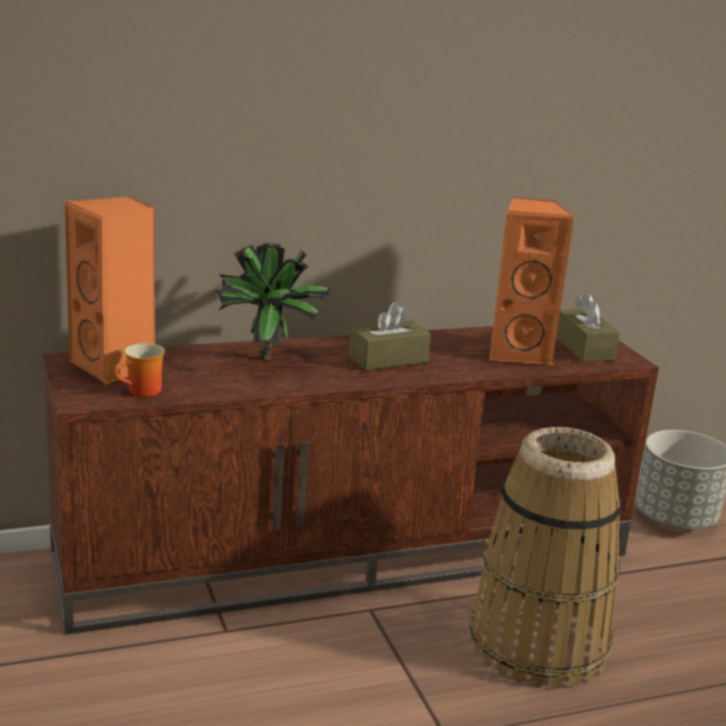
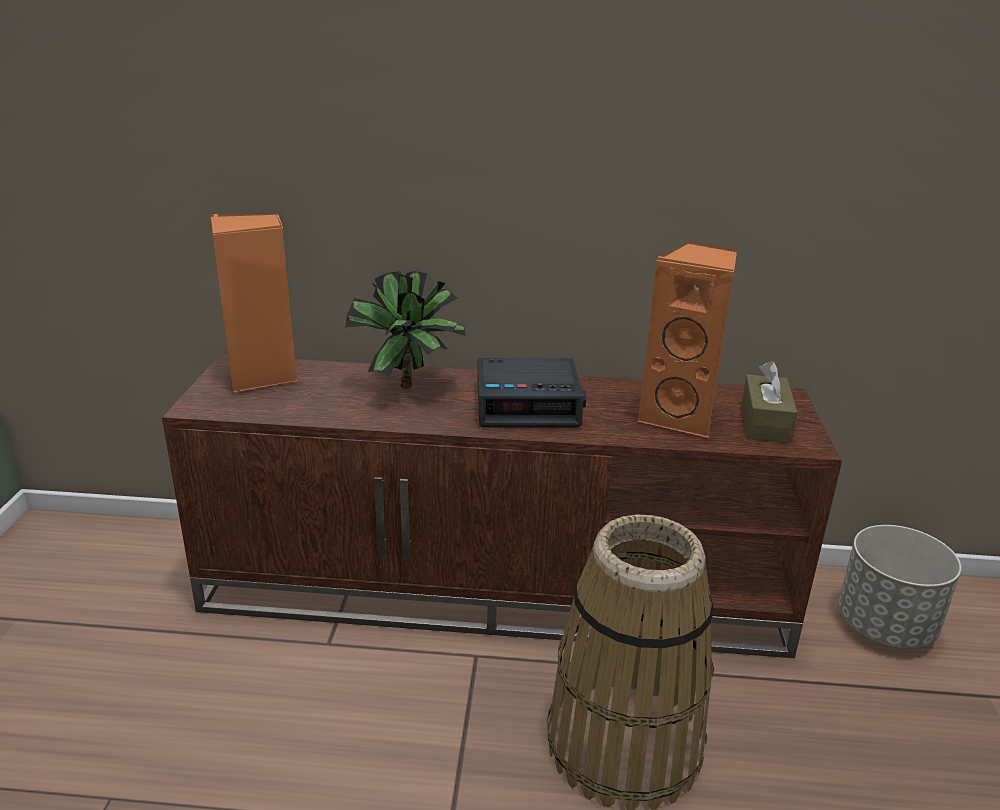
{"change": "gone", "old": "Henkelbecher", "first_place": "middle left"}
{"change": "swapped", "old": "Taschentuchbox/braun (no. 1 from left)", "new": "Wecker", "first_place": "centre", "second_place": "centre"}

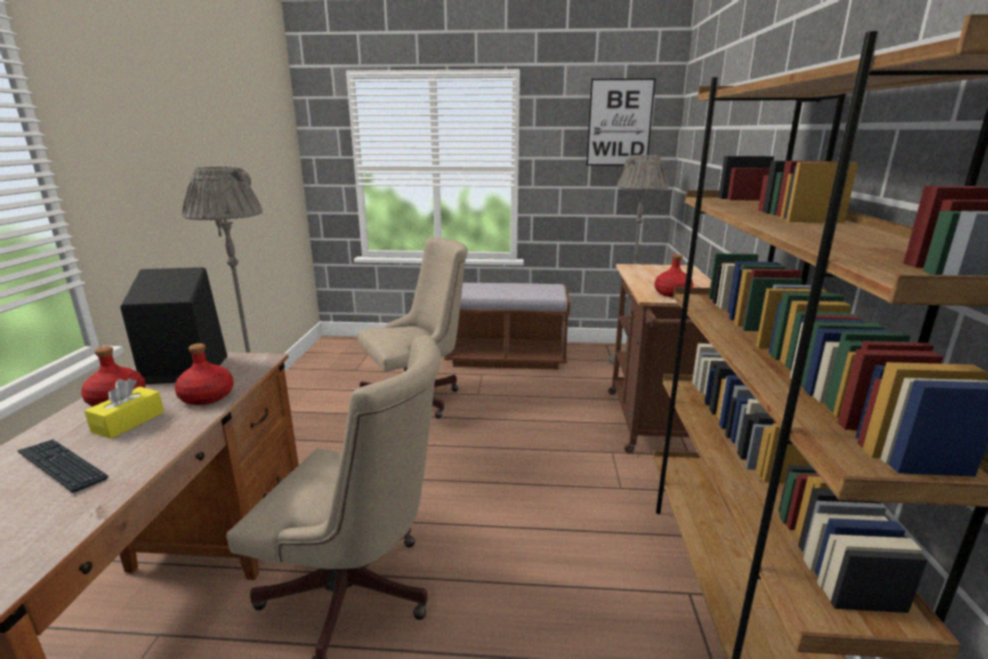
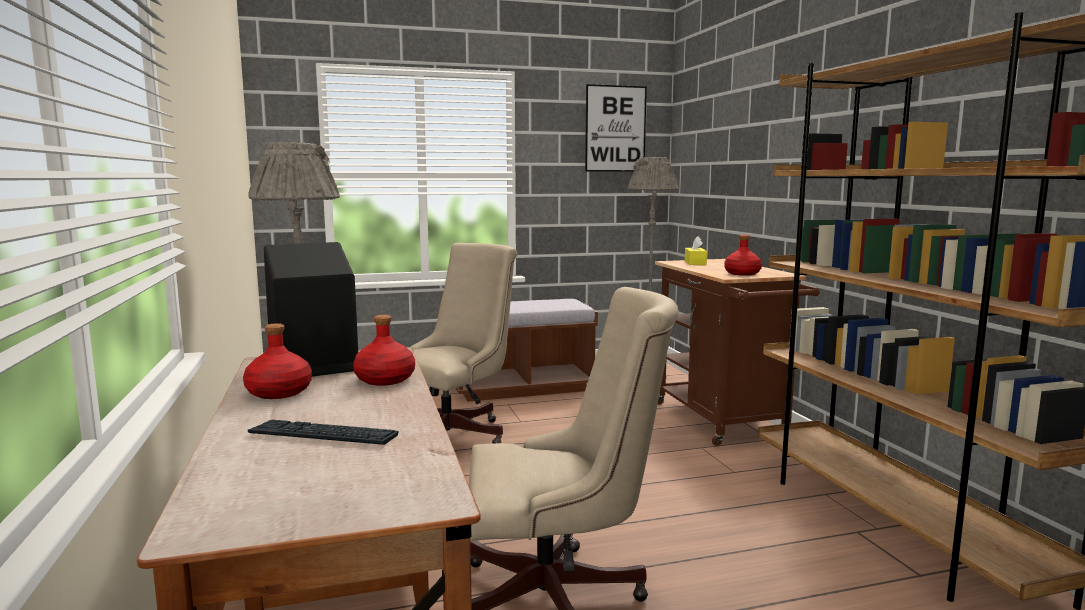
{"change": "shifted", "old": "Taschentuchbox/gelb", "first_place": "middle left", "second_place": "centre"}

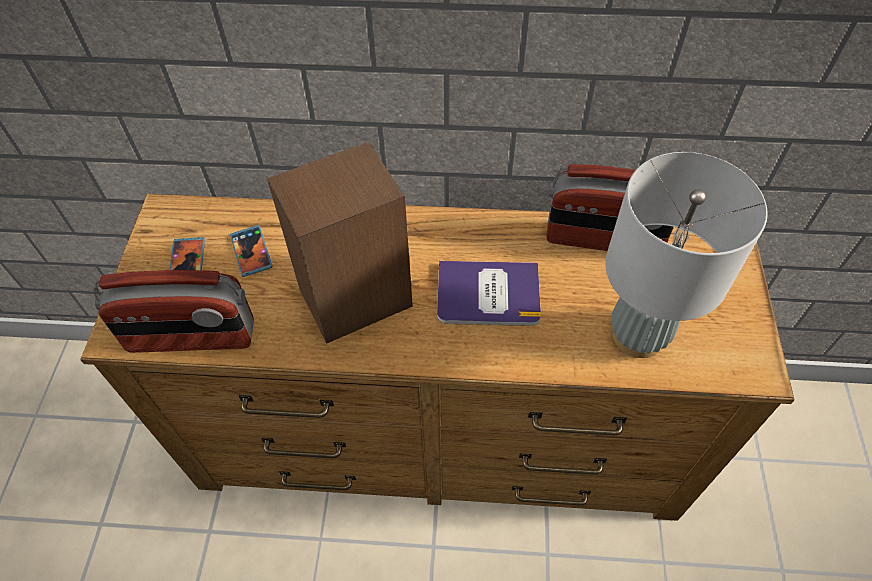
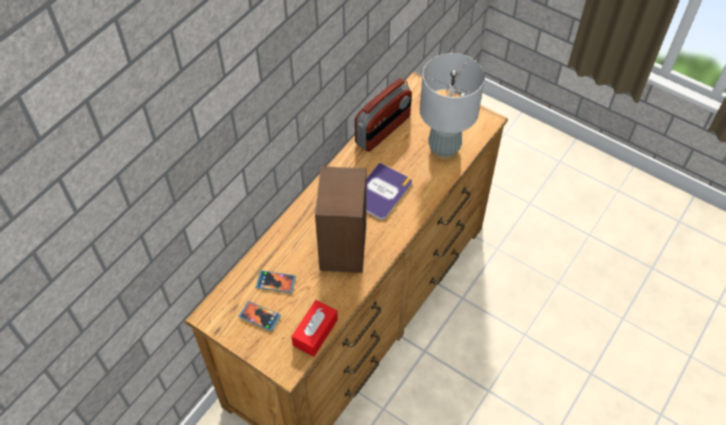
{"change": "swapped", "old": "Radio (no. 1 from left)", "new": "Taschentuchbox/rot", "first_place": "middle left", "second_place": "bottom centre"}

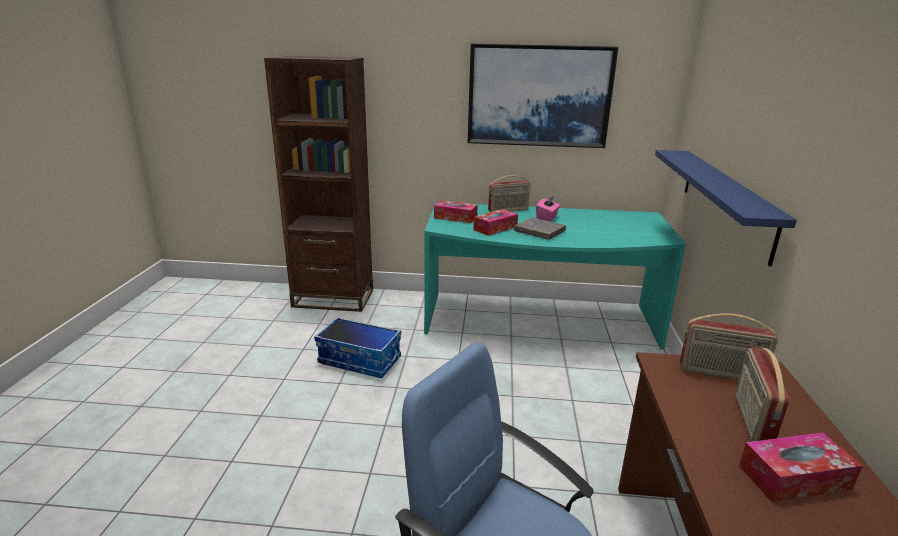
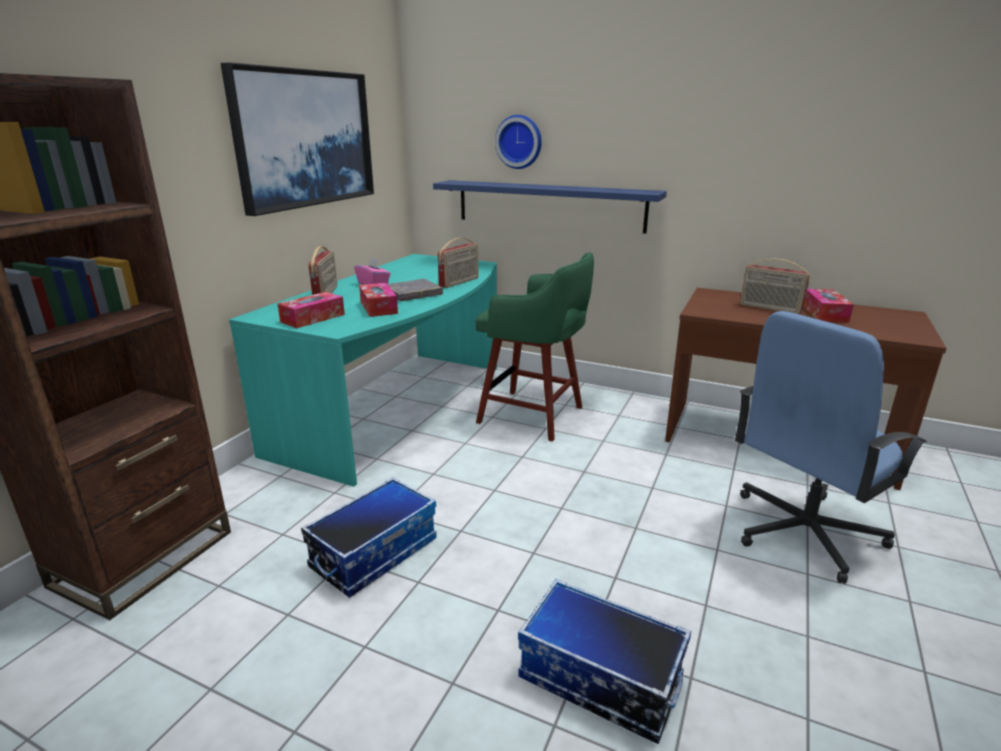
{"change": "shifted", "old": "Radio (no. 2 from left)", "first_place": "middle right", "second_place": "centre"}
{"change": "new", "new": "Hocker/grün", "second_place": "centre"}
{"change": "new", "new": "Wanduhr", "second_place": "top centre"}
{"change": "new", "new": "Aufbewahrungsbox (no. 2 from left)", "second_place": "bottom centre"}

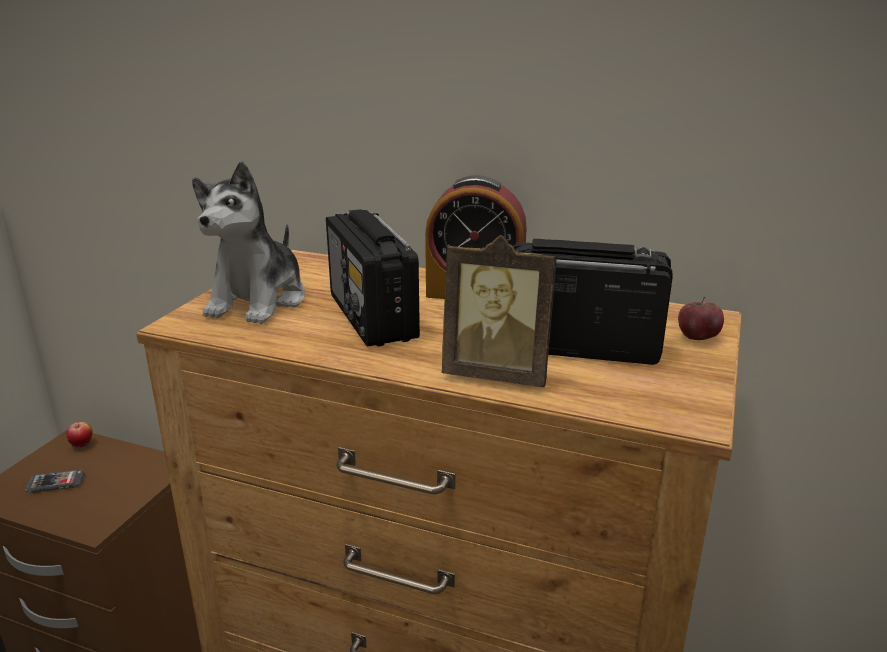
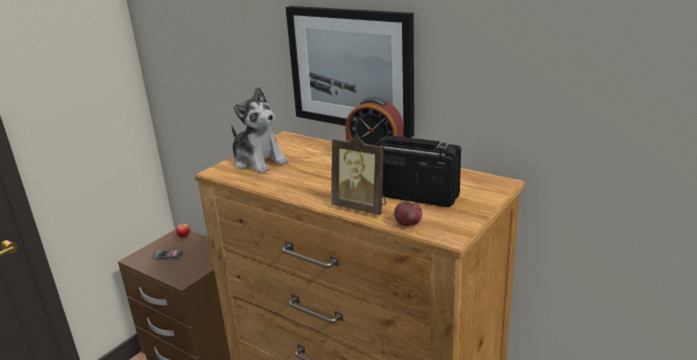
{"change": "rotated", "old": "Plüschtier", "first_place": "middle left", "second_place": "centre", "degrees": -75}
{"change": "gone", "old": "Radio (no. 1 from left)", "first_place": "centre"}
{"change": "shifted", "old": "Apfel (no. 2 from left)", "first_place": "middle right", "second_place": "centre"}
{"change": "new", "new": "Bild", "second_place": "top centre"}

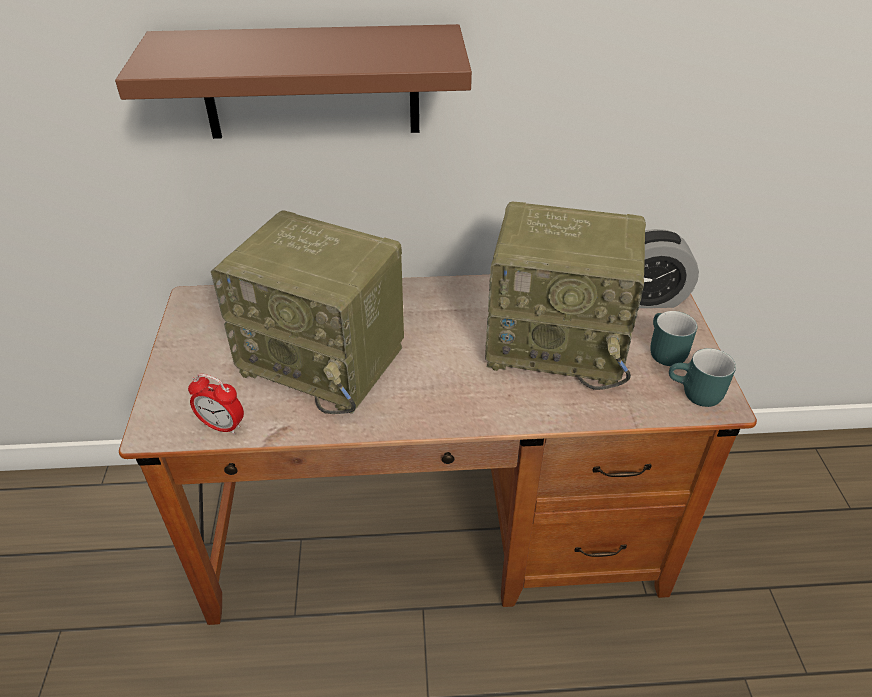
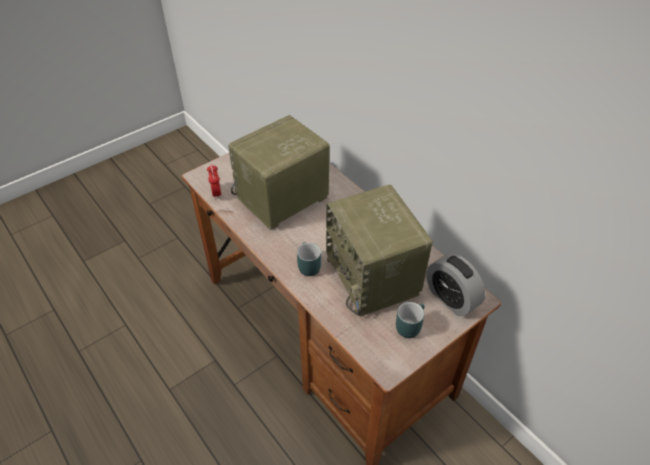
{"change": "gone", "old": "Wandregal/braun", "first_place": "top centre"}
{"change": "rotated", "old": "Radio (no. 1 from left)", "first_place": "centre", "second_place": "centre", "degrees": 60}
{"change": "shifted", "old": "Henkelbecher/türkis (no. 2 from left in the first image)", "new": "Henkelbecher/türkis (no. 1 from left)", "first_place": "middle right", "second_place": "centre"}

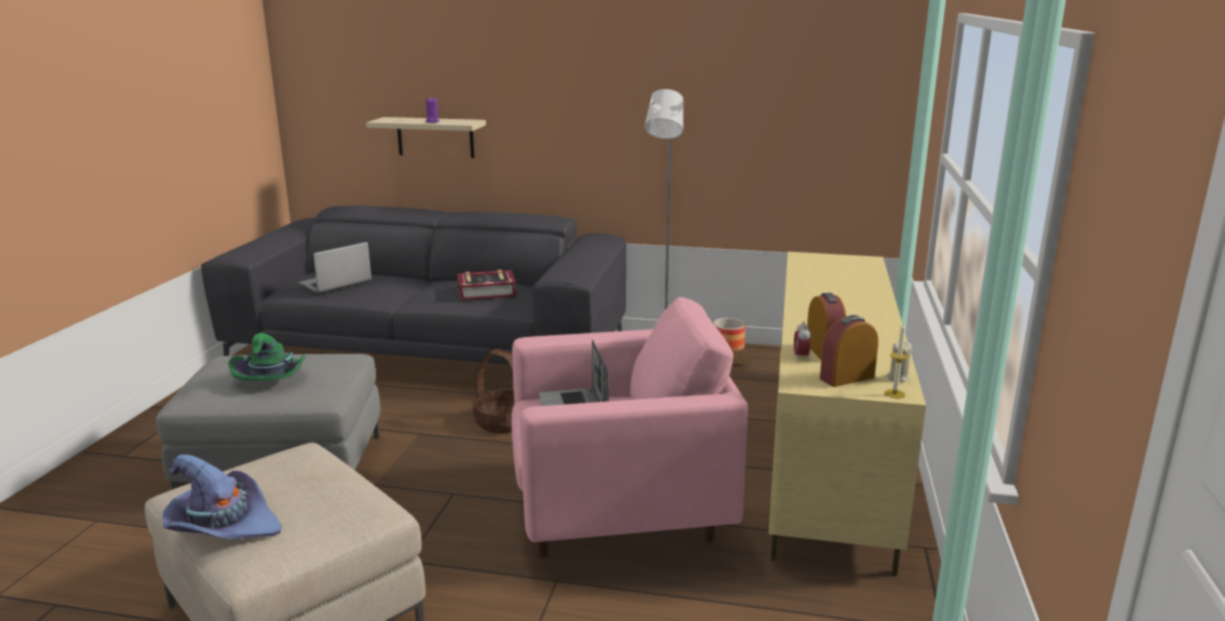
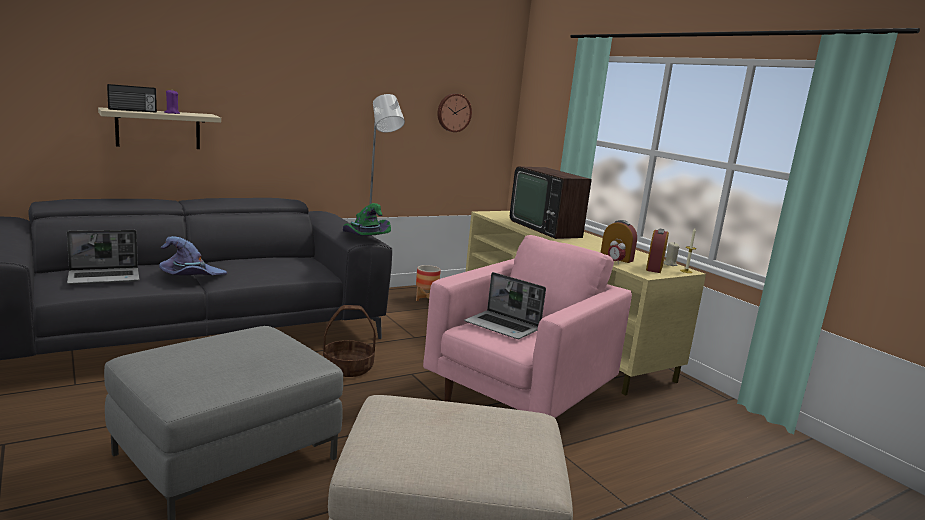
{"change": "shifted", "old": "Hut/lila", "first_place": "bottom left", "second_place": "middle left"}
{"change": "shifted", "old": "Hut/grün", "first_place": "middle left", "second_place": "centre"}
{"change": "rotated", "old": "Laptop (no. 1 from left)", "first_place": "middle left", "second_place": "middle left", "degrees": -120}
{"change": "gone", "old": "Buch", "first_place": "centre"}
{"change": "new", "new": "Radio", "second_place": "top left"}
{"change": "new", "new": "Wanduhr", "second_place": "top centre"}
{"change": "new", "new": "Fernseher", "second_place": "centre"}

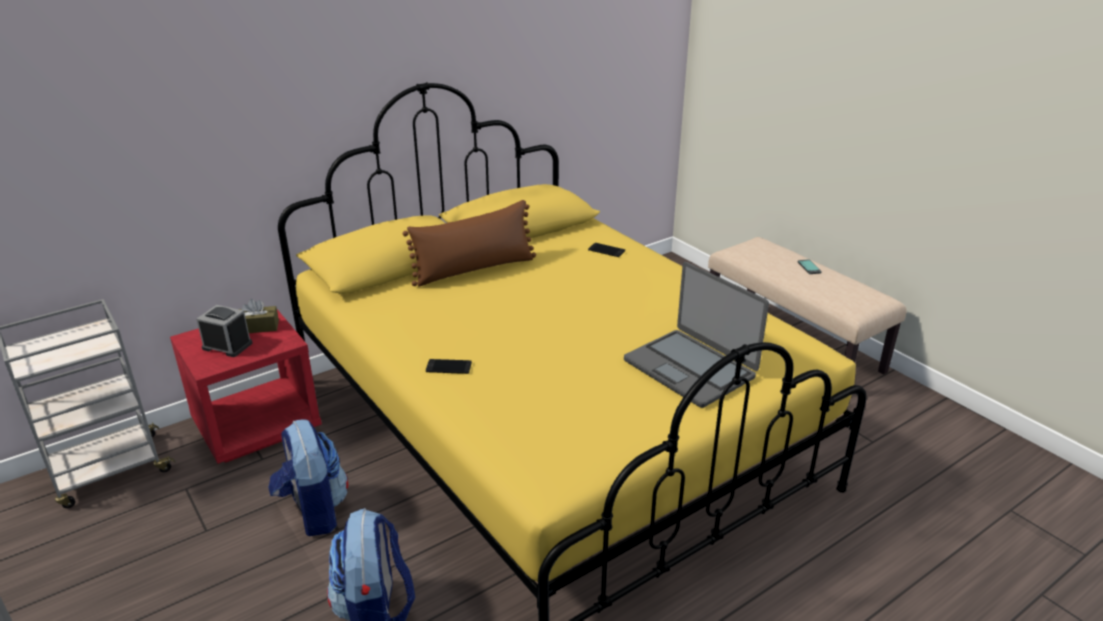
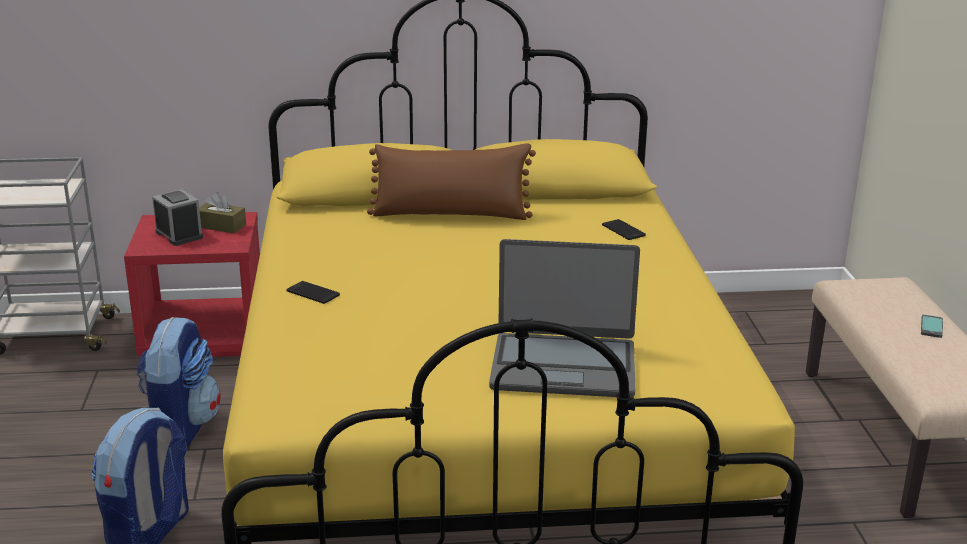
{"change": "rotated", "old": "Laptop", "first_place": "centre", "second_place": "centre", "degrees": -75}

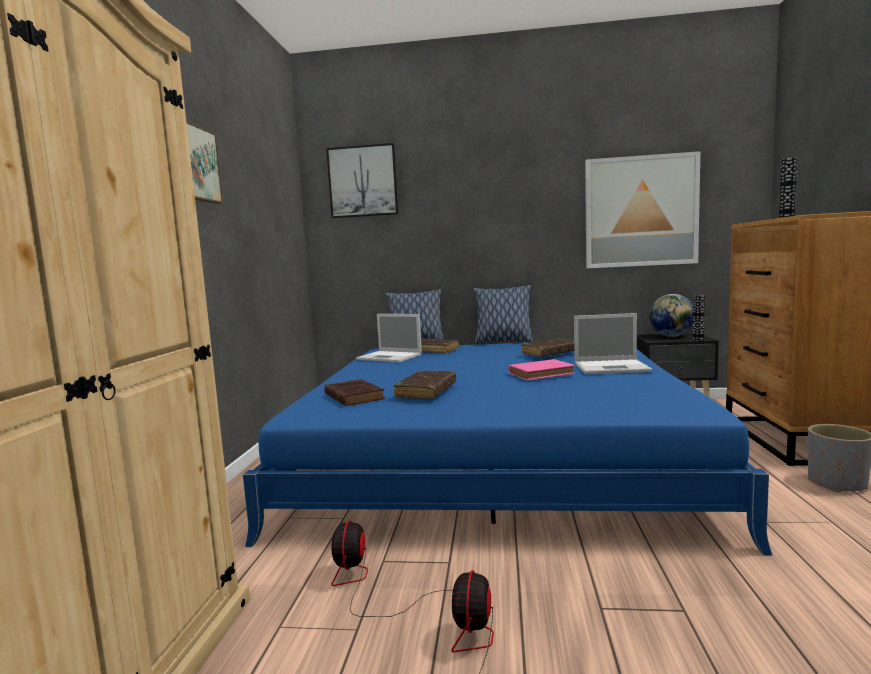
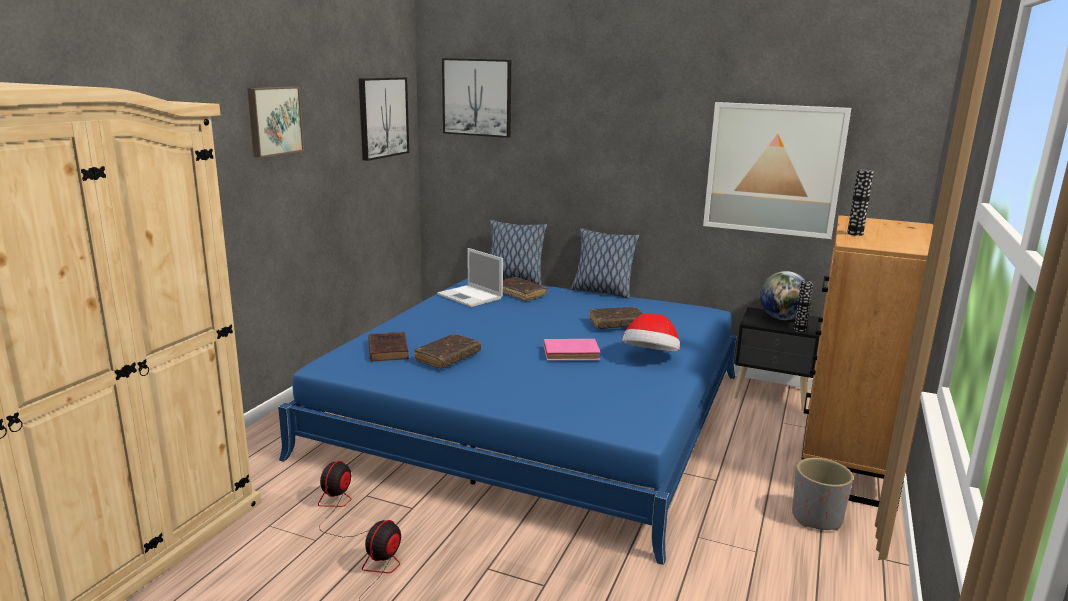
{"change": "swapped", "old": "Laptop (no. 2 from left)", "new": "Hut", "first_place": "middle right", "second_place": "centre"}
{"change": "new", "new": "Bild (no. 2 from left)", "second_place": "top centre"}

